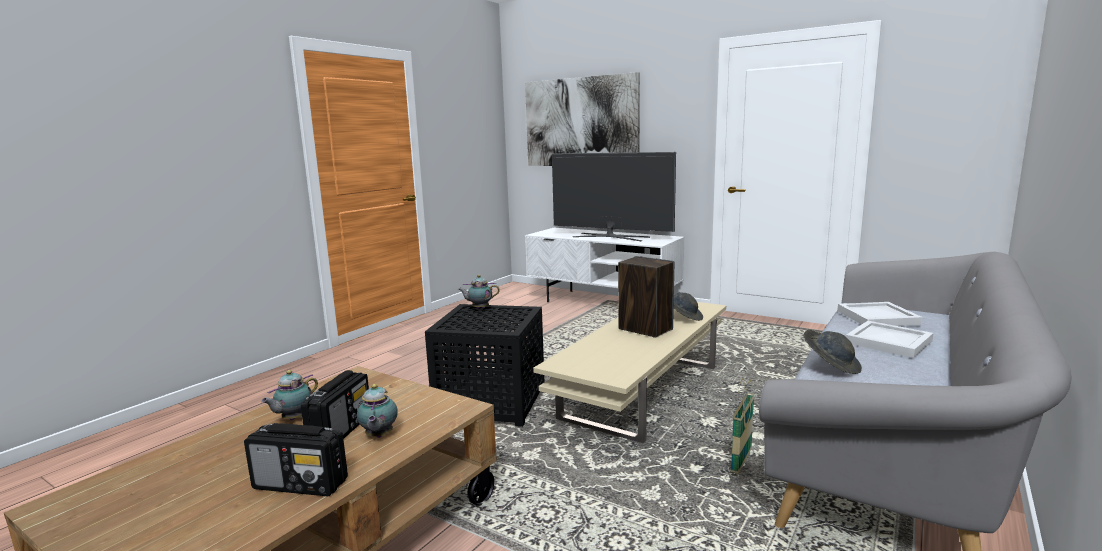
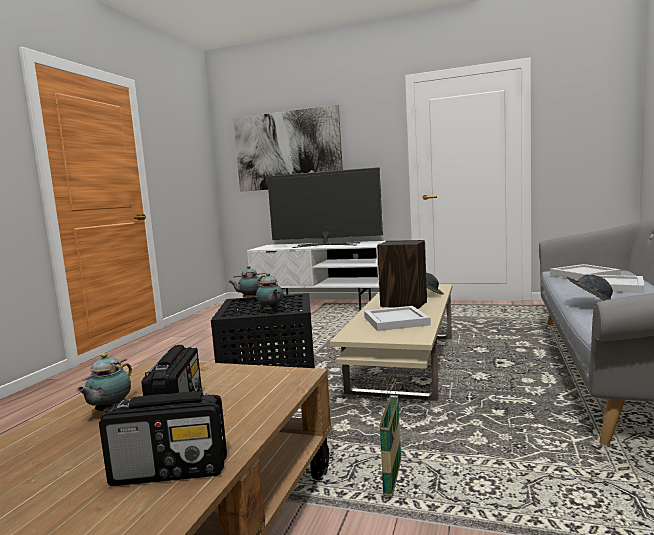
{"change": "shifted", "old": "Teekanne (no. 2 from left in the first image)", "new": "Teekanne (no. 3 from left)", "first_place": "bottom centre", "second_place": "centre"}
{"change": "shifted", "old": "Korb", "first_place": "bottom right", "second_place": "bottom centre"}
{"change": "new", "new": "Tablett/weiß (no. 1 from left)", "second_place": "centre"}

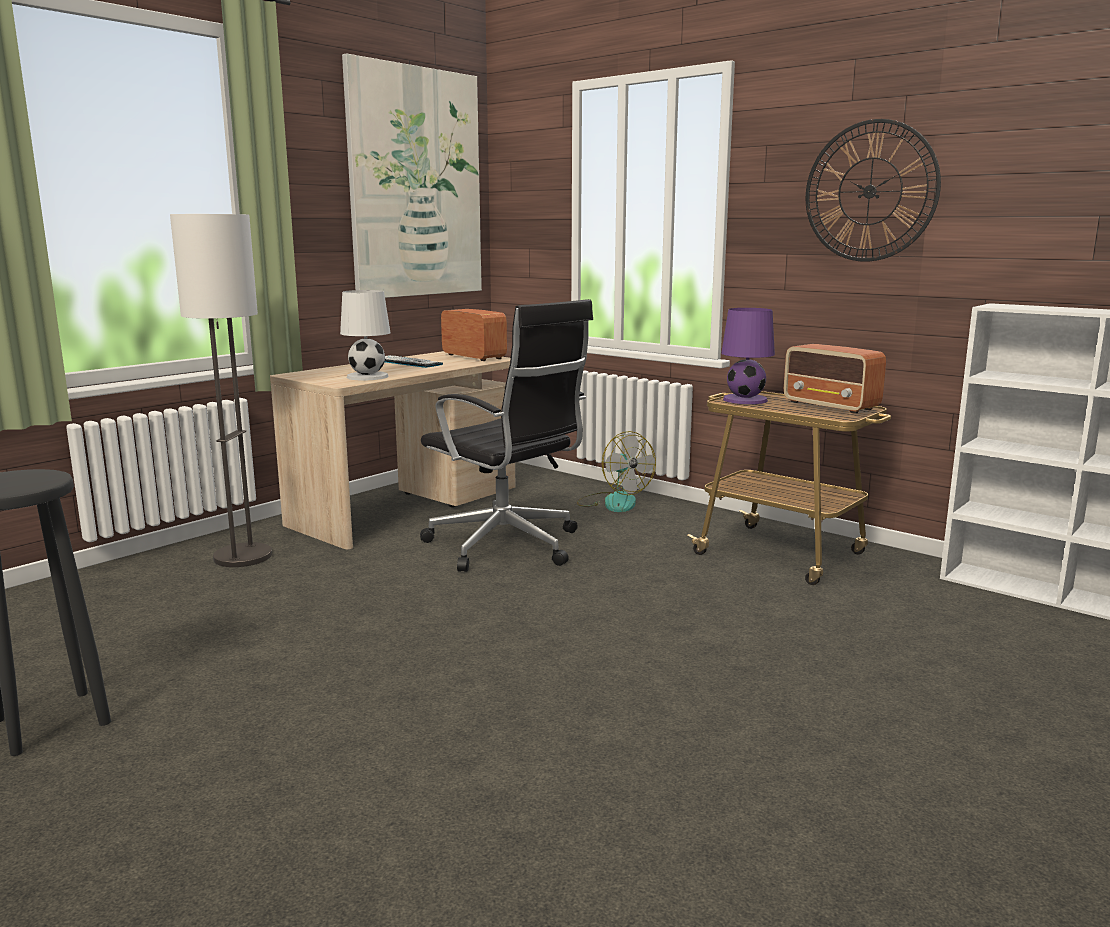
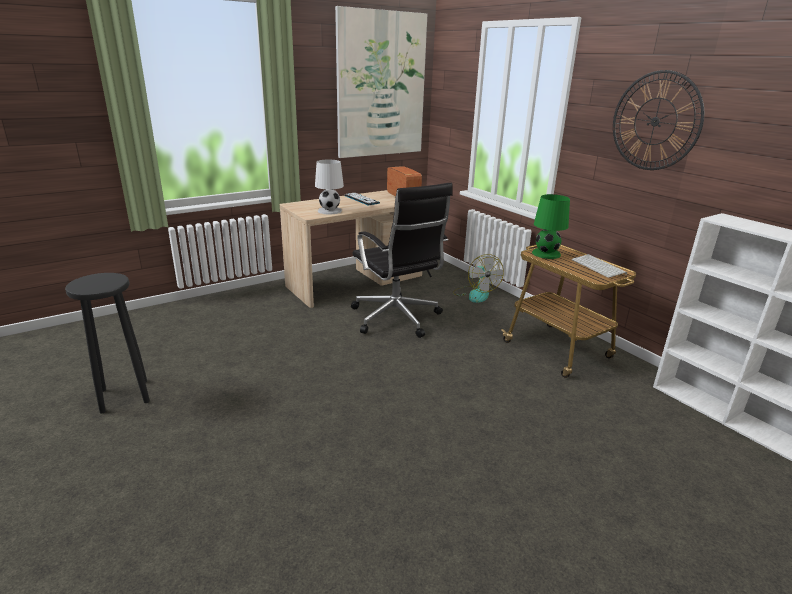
{"change": "gone", "old": "Stehlampe", "first_place": "middle left"}
{"change": "repainted", "old": "Tischlampe/lila", "new": "Tischlampe/grün", "first_place": "middle right", "second_place": "middle right"}
{"change": "swapped", "old": "Radio (no. 2 from left)", "new": "Tastatur (no. 2 from left)", "first_place": "middle right", "second_place": "middle right"}

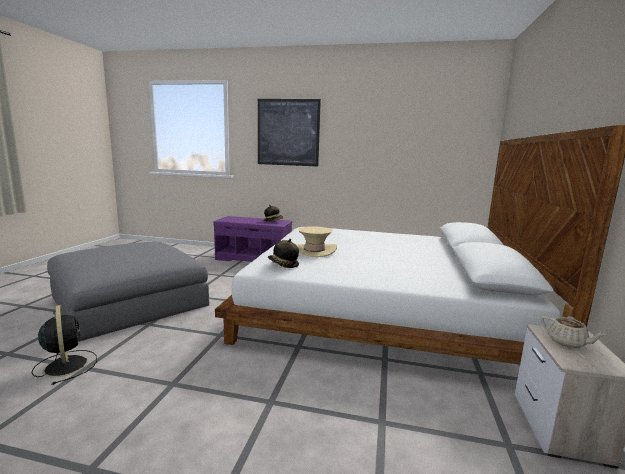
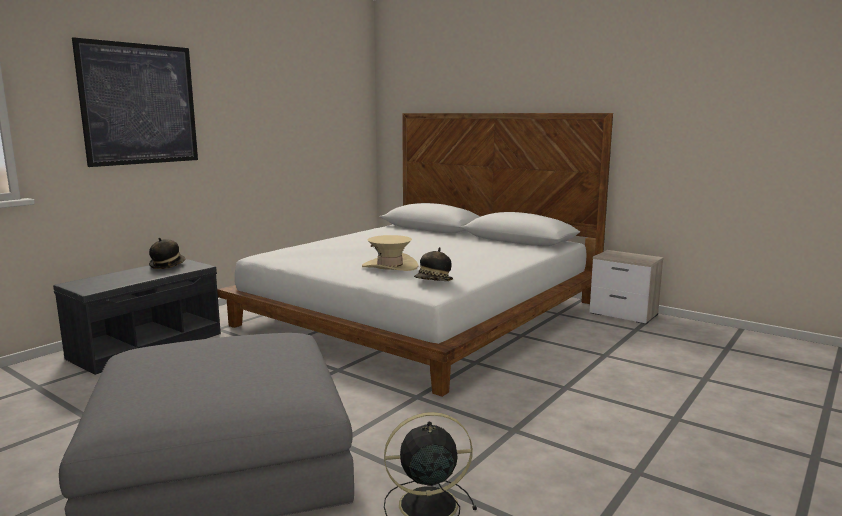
{"change": "repainted", "old": "Bank/lila", "new": "Bank/grau", "first_place": "centre", "second_place": "middle left"}
{"change": "gone", "old": "Teekanne/beige", "first_place": "bottom right"}

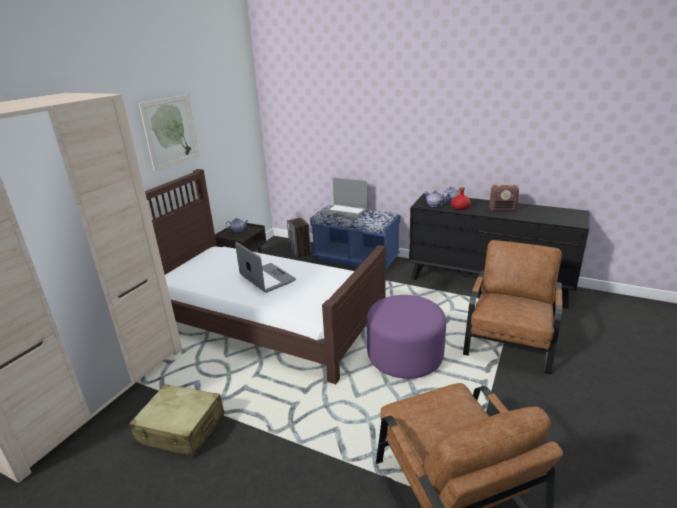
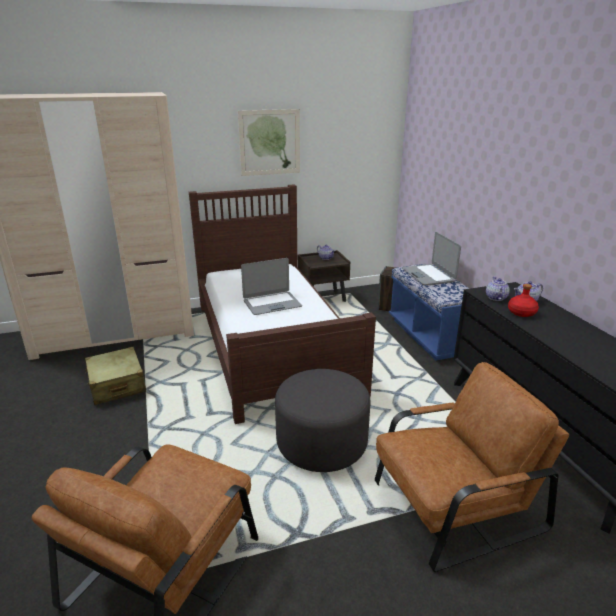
{"change": "rotated", "old": "Laptop (no. 1 from left)", "first_place": "centre", "second_place": "centre", "degrees": 60}
{"change": "repainted", "old": "Polsterhocker/lila", "new": "Polsterhocker/grau", "first_place": "centre", "second_place": "bottom centre"}
{"change": "gone", "old": "Radio", "first_place": "middle right"}

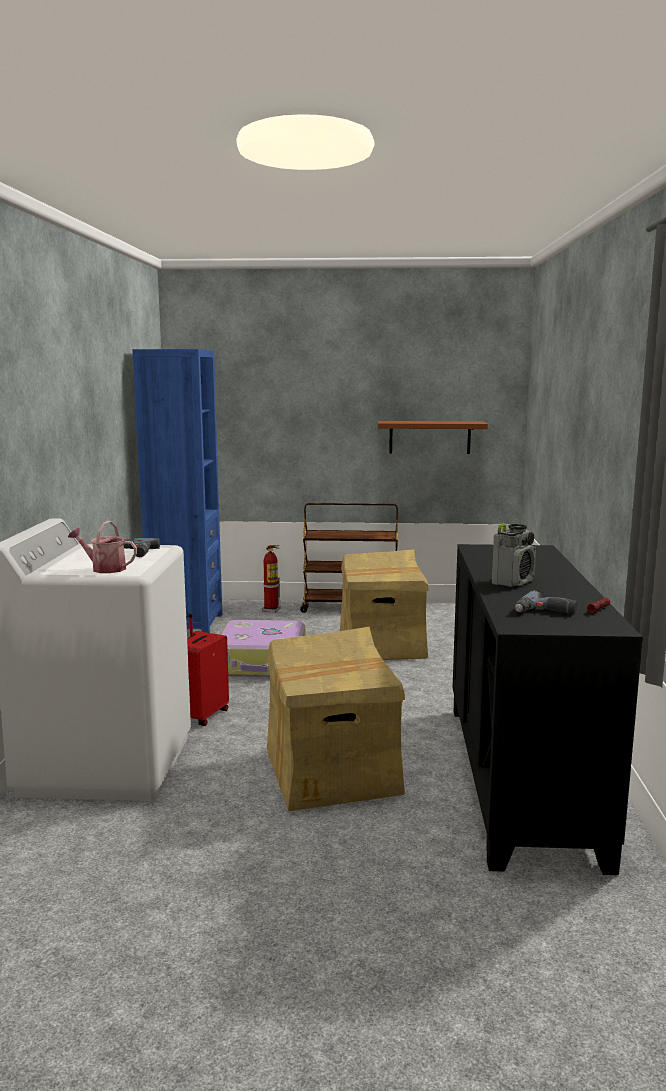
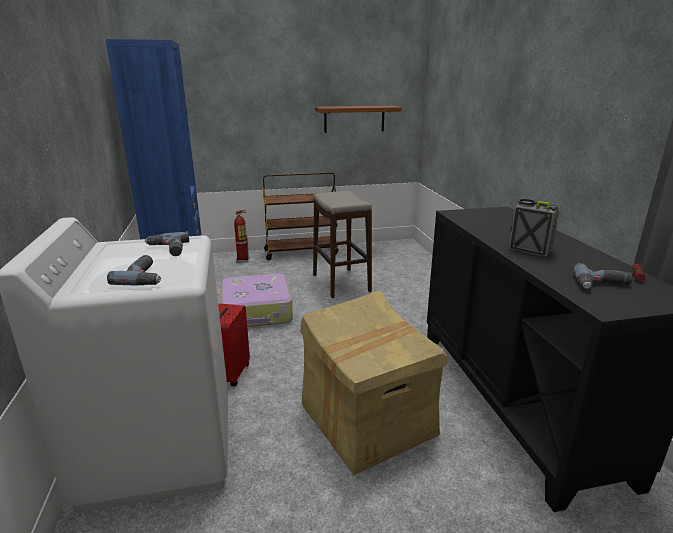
{"change": "swapped", "old": "Gießkanne", "new": "Bohrmaschine (no. 1 from left)", "first_place": "middle left", "second_place": "middle left"}
{"change": "swapped", "old": "Karton (no. 2 from left)", "new": "Hocker", "first_place": "centre", "second_place": "centre"}
{"change": "rotated", "old": "Radio", "first_place": "middle right", "second_place": "middle right", "degrees": -75}

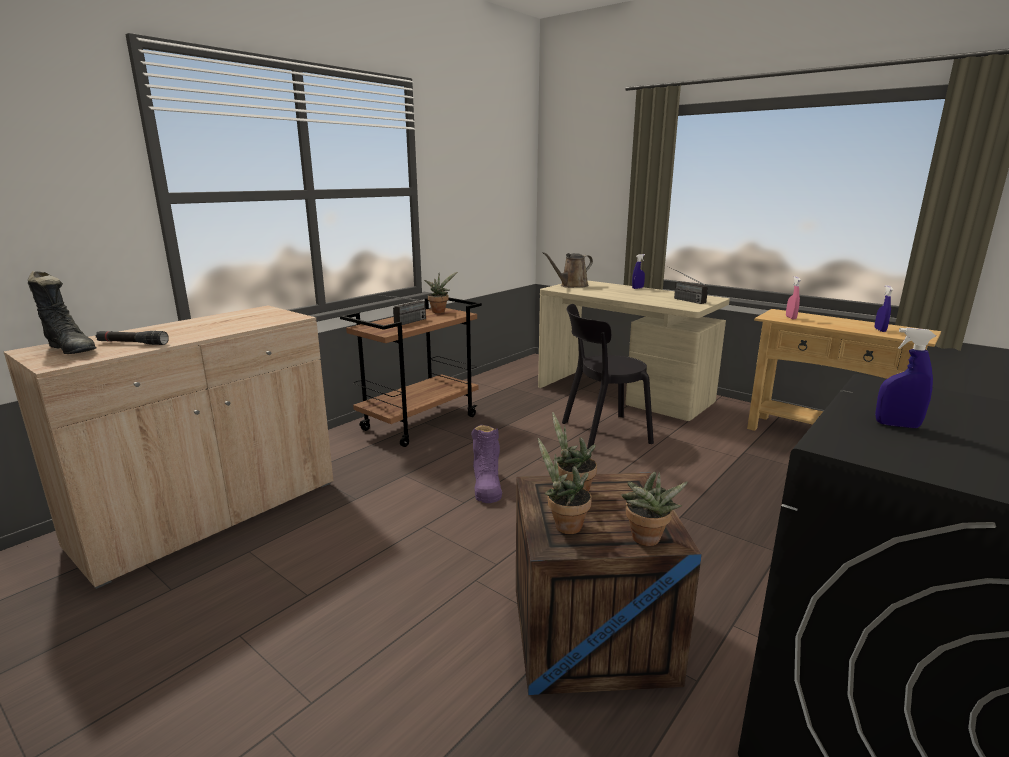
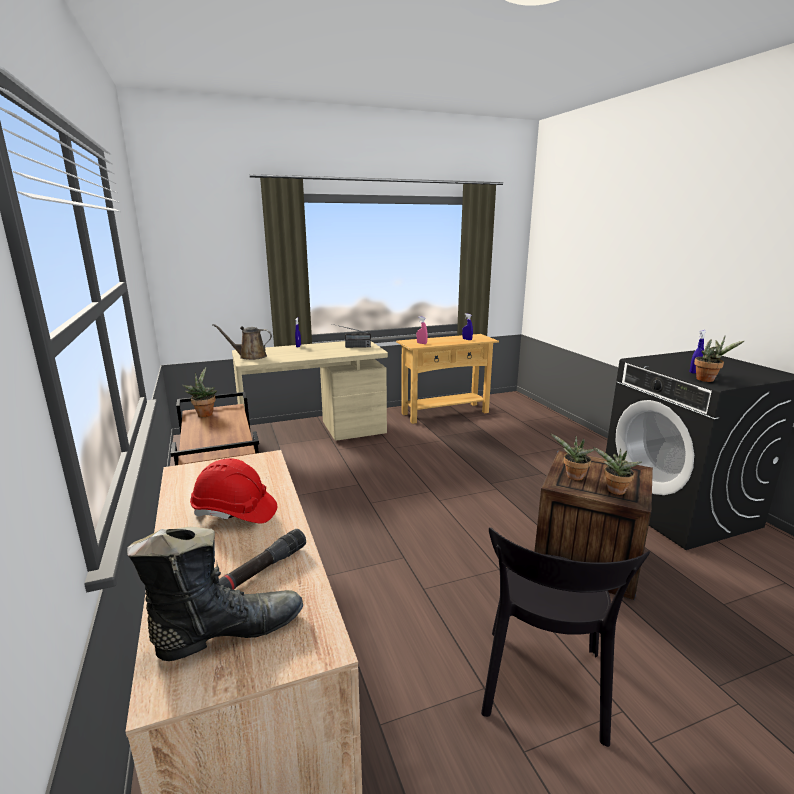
{"change": "gone", "old": "Radio (no. 1 from left)", "first_place": "centre"}
{"change": "gone", "old": "Stiefel/lila", "first_place": "centre"}
{"change": "rotated", "old": "Gießkanne/braun", "first_place": "centre", "second_place": "middle left", "degrees": 90}
{"change": "shifted", "old": "Stuhl/schwarz", "first_place": "centre", "second_place": "bottom right"}
{"change": "shifted", "old": "Topfpflanze (no. 4 from left)", "first_place": "bottom centre", "second_place": "middle right"}
{"change": "new", "new": "Schutzhelm/rot", "second_place": "middle left"}

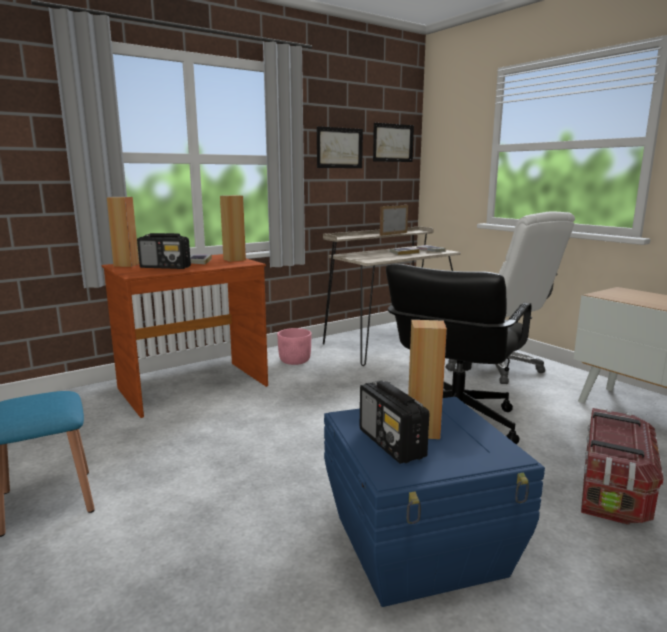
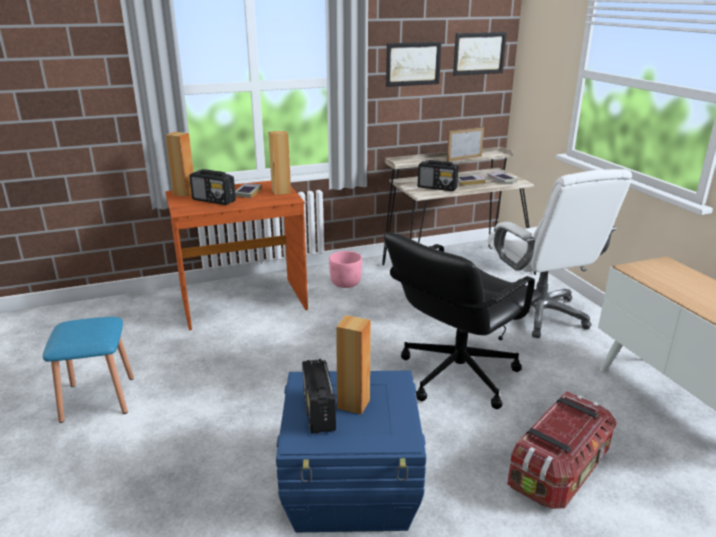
{"change": "new", "new": "Radio (no. 3 from left)", "second_place": "top centre"}

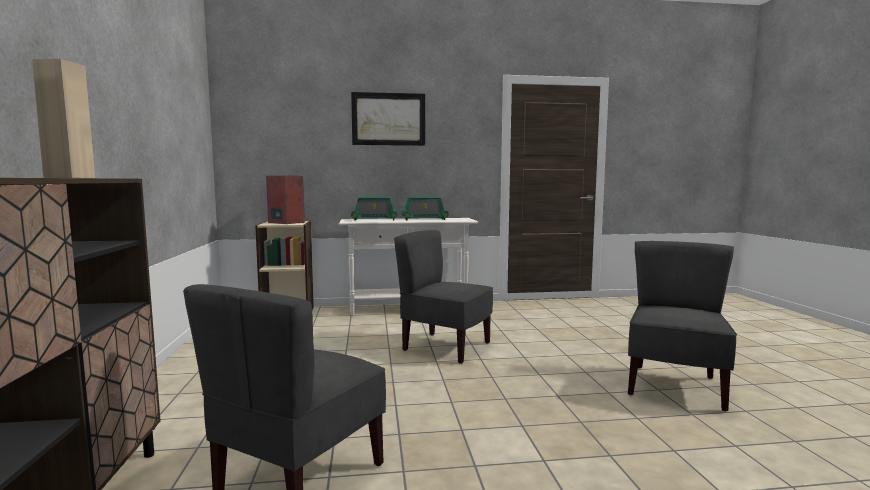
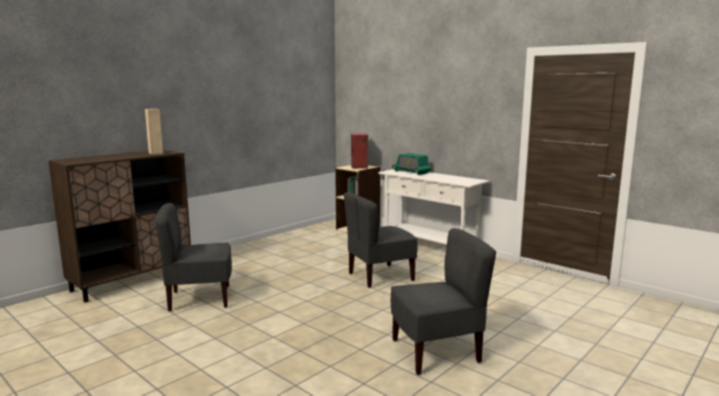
{"change": "gone", "old": "Bild", "first_place": "top centre"}
{"change": "rotated", "old": "Stuhl/grau (no. 2 from left)", "first_place": "centre", "second_place": "centre", "degrees": -105}
{"change": "gone", "old": "Radio (no. 2 from left)", "first_place": "centre"}

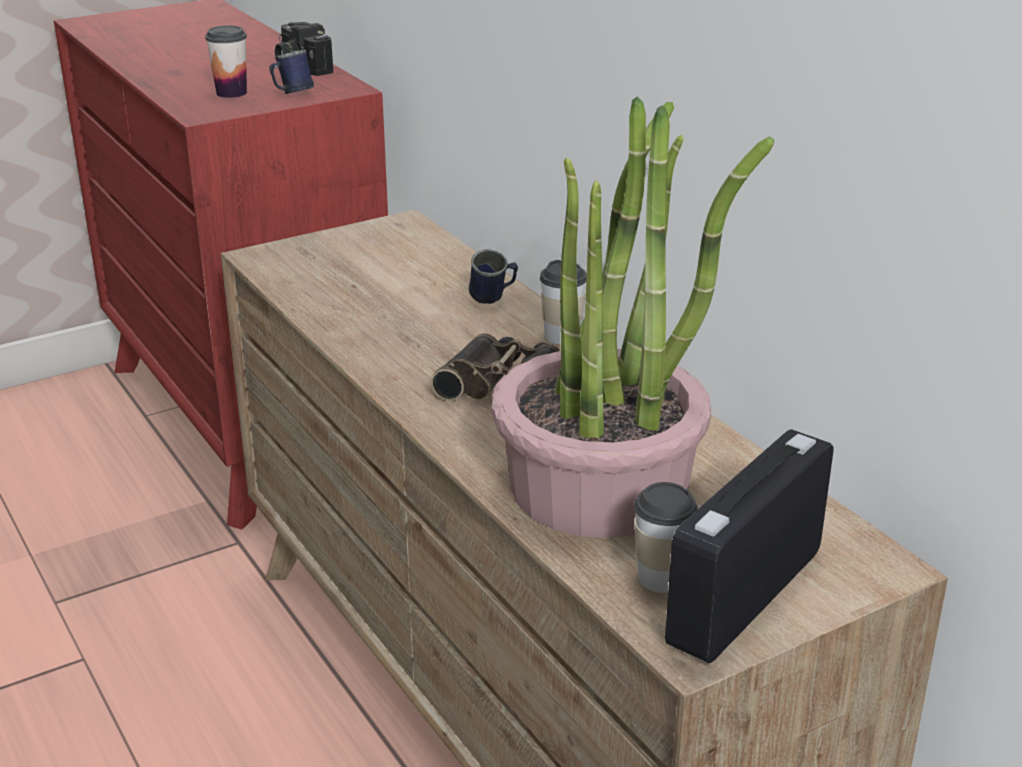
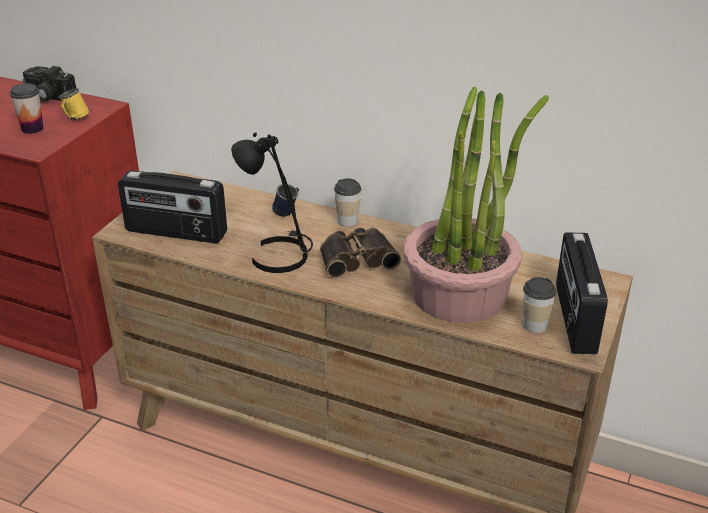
{"change": "repainted", "old": "Henkelbecher/blau (no. 1 from left)", "new": "Henkelbecher/gelb", "first_place": "top left", "second_place": "top left"}
{"change": "new", "new": "Radio (no. 1 from left)", "second_place": "middle left"}
{"change": "new", "new": "Tischlampe/schwarz", "second_place": "centre"}

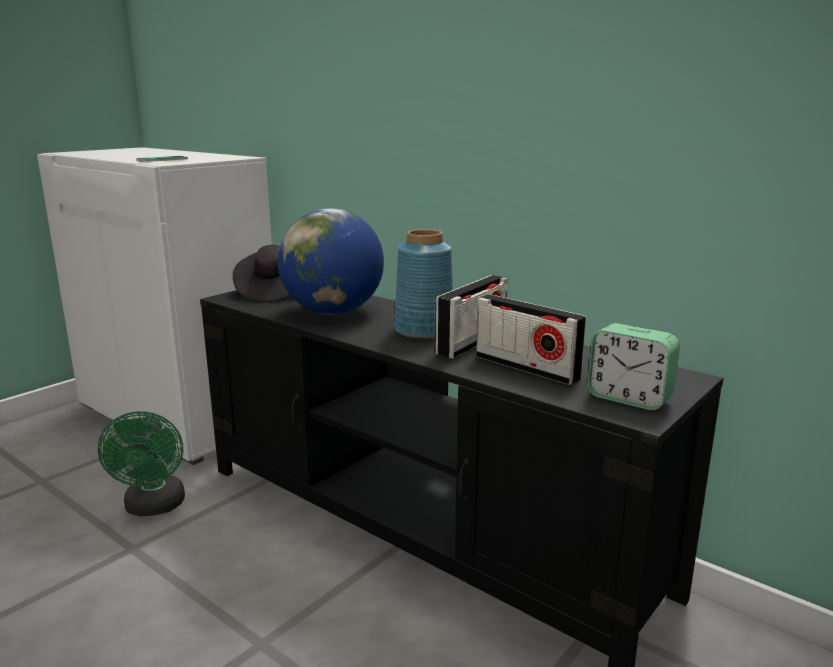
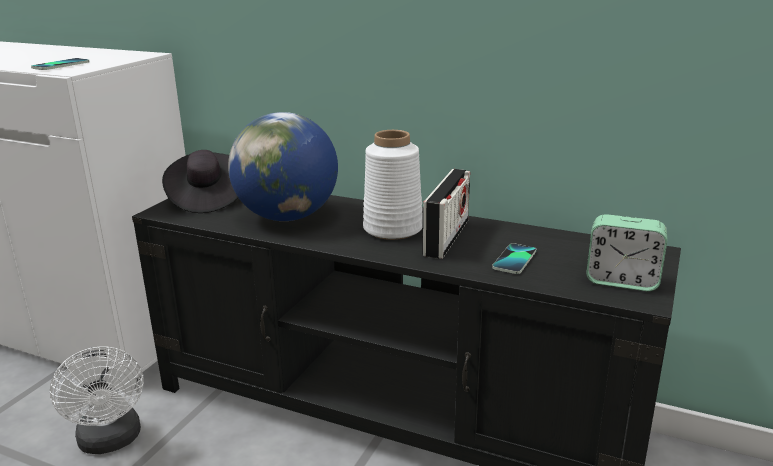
{"change": "repainted", "old": "Ventilator/grün", "new": "Ventilator/weiß", "first_place": "bottom left", "second_place": "bottom left"}
{"change": "repainted", "old": "Vase/blau", "new": "Vase/weiß", "first_place": "centre", "second_place": "centre"}
{"change": "swapped", "old": "Radio (no. 2 from left)", "new": "Handy (no. 2 from left)", "first_place": "centre", "second_place": "centre"}

